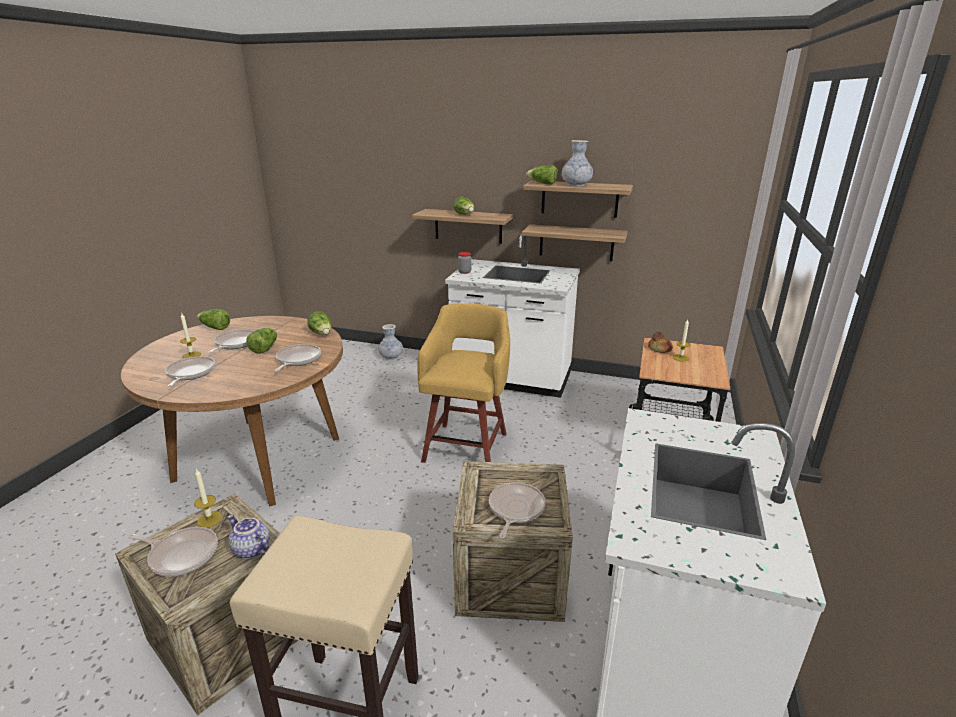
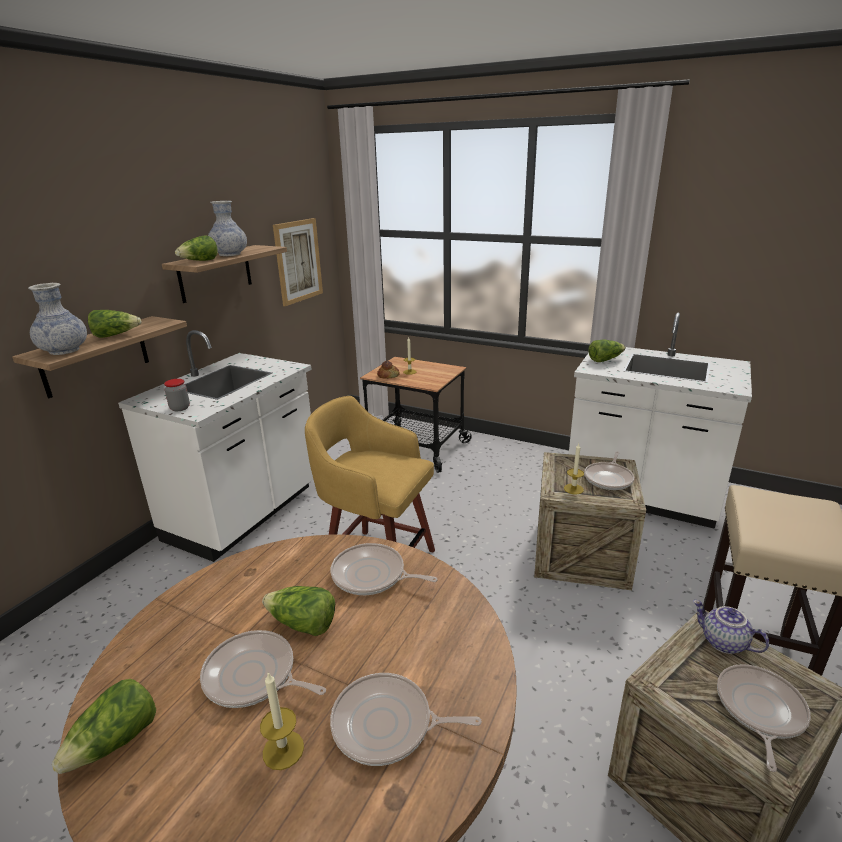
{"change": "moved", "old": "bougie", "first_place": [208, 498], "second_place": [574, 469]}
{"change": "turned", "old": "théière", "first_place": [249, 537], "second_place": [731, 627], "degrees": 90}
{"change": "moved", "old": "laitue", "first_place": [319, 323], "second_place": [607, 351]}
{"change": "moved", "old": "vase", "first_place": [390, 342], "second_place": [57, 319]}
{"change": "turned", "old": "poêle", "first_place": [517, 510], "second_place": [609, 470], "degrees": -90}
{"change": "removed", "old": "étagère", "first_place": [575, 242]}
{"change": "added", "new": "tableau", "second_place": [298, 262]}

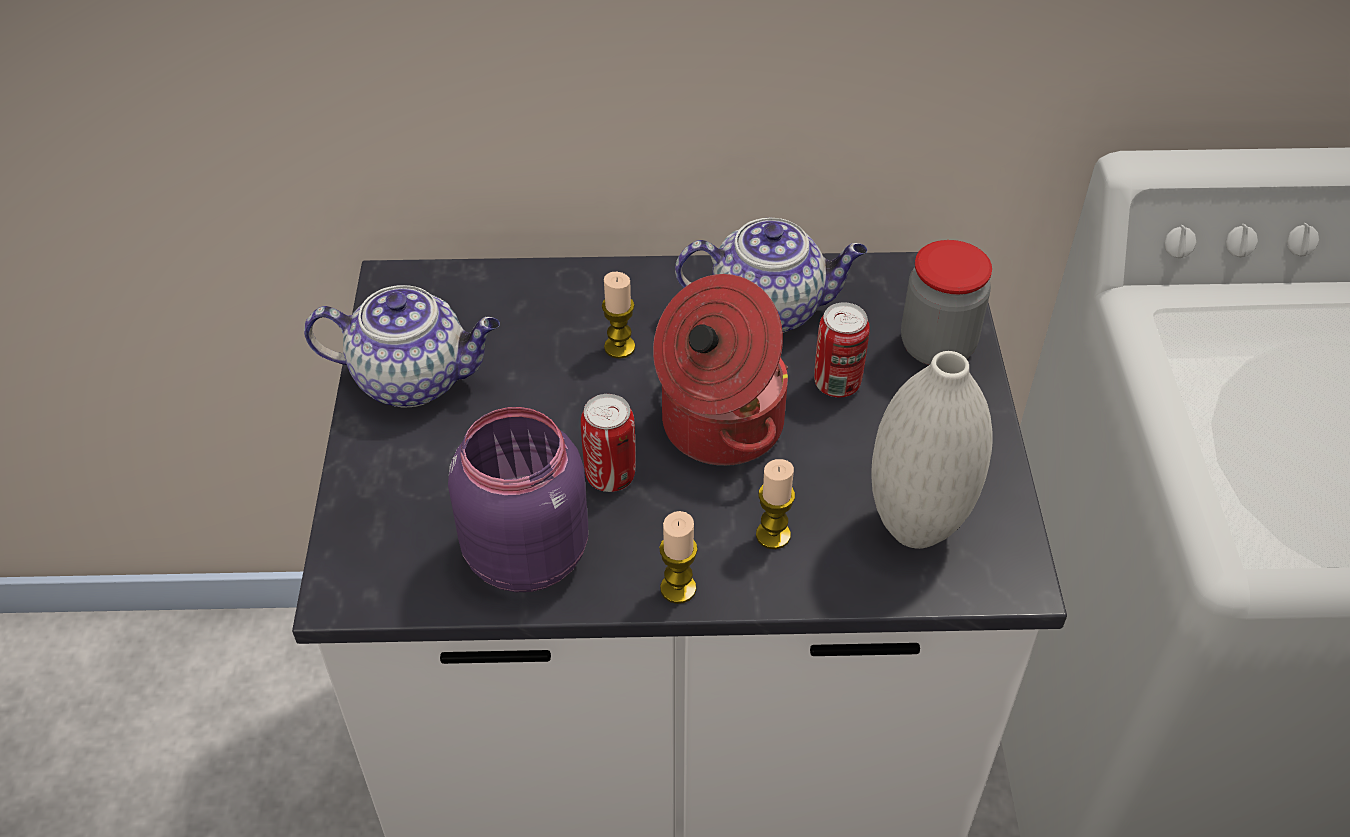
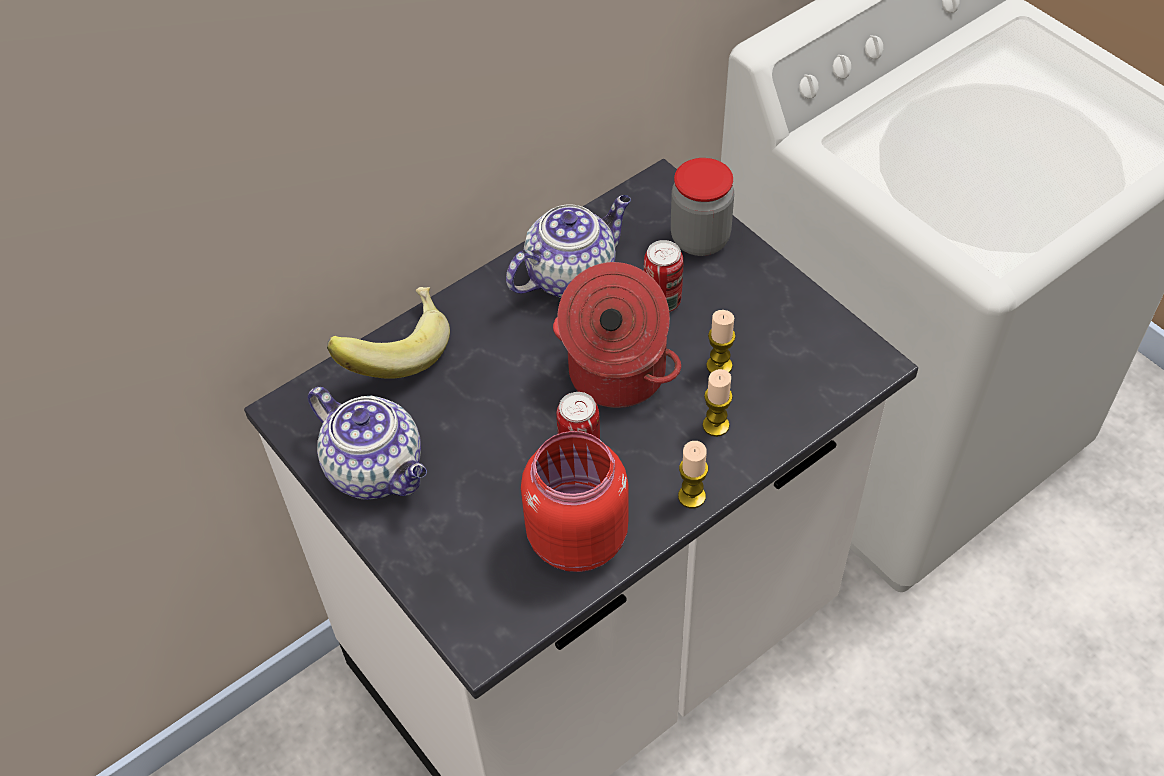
{"change": "turned", "old": "théière", "first_place": [402, 346], "second_place": [367, 443], "degrees": 75}
{"change": "recoloured", "old": "bocal (violet)", "new": "bocal (rouge)", "first_place": [518, 499], "second_place": [575, 501]}
{"change": "moved", "old": "bougie", "first_place": [618, 315], "second_place": [721, 341]}
{"change": "removed", "old": "vase (blanc)", "first_place": [932, 450]}
{"change": "added", "new": "banane", "second_place": [388, 333]}

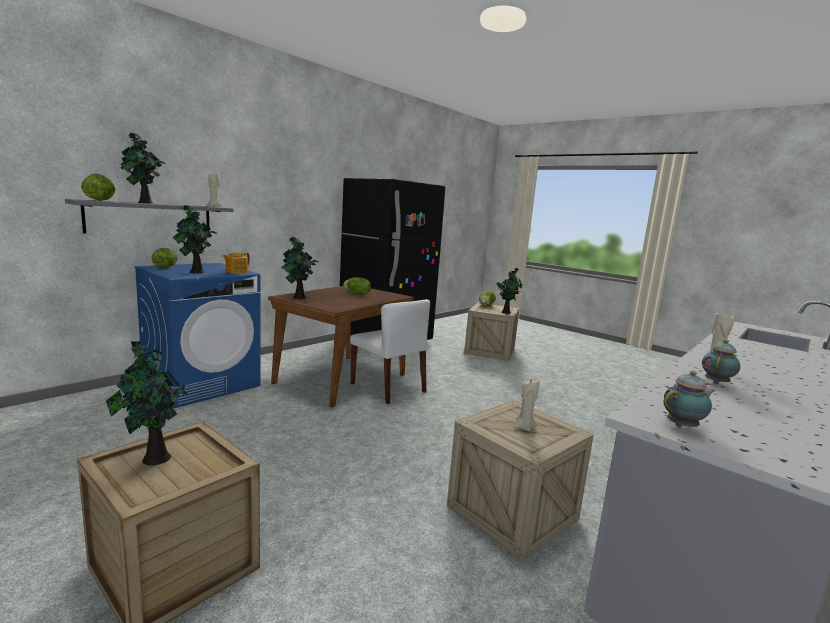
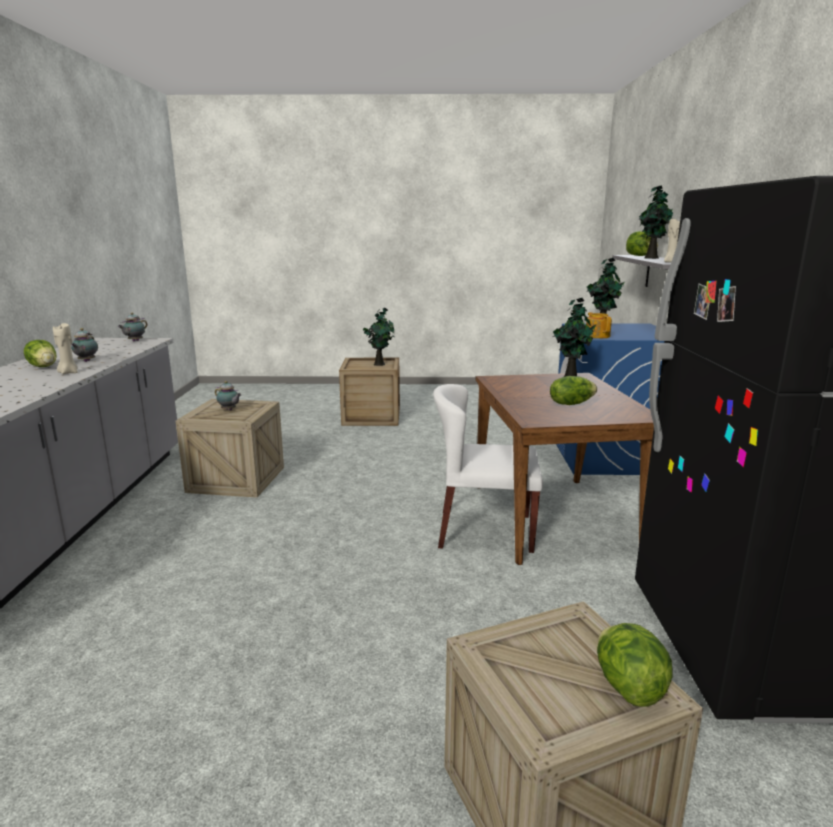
{"change": "moved", "old": "laitue", "first_place": [165, 258], "second_place": [40, 353]}
{"change": "removed", "old": "plante en pot", "first_place": [509, 291]}
{"change": "replaced", "old": "bougie (beige)", "new": "théière", "first_place": [526, 404], "second_place": [228, 395]}

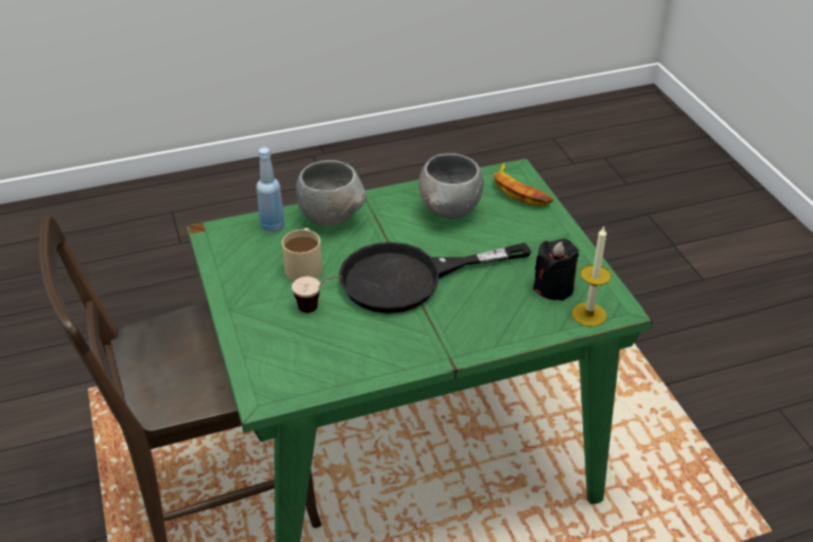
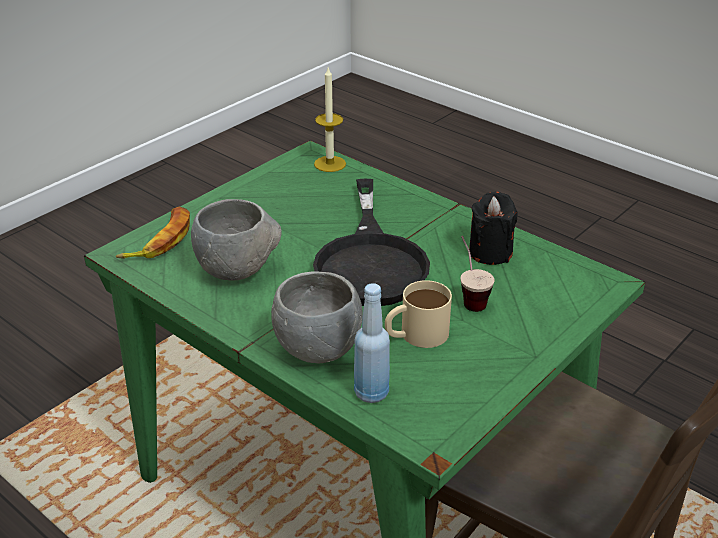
{"change": "turned", "old": "poêle (noir)", "first_place": [435, 278], "second_place": [371, 242], "degrees": 45}
{"change": "moved", "old": "bougie (noir)", "first_place": [556, 269], "second_place": [493, 228]}

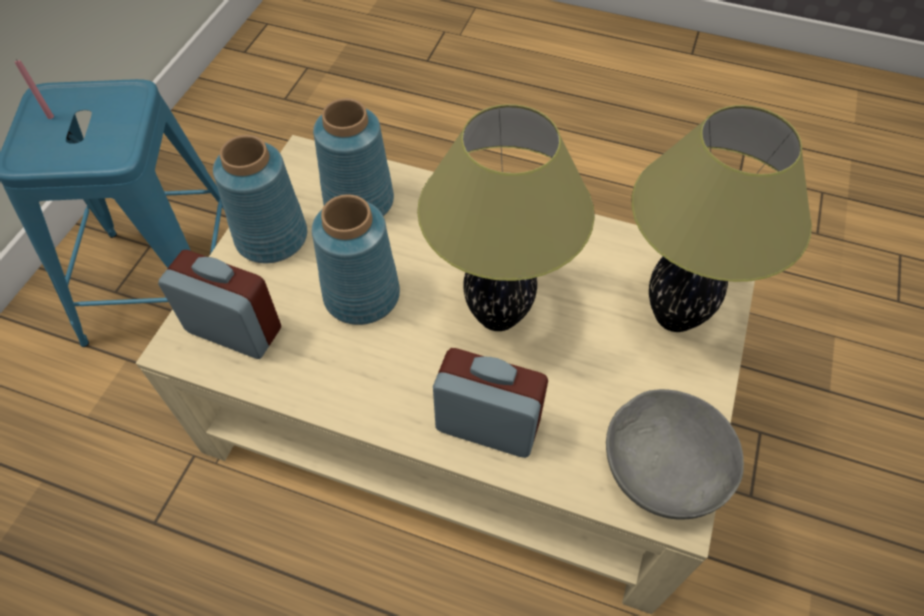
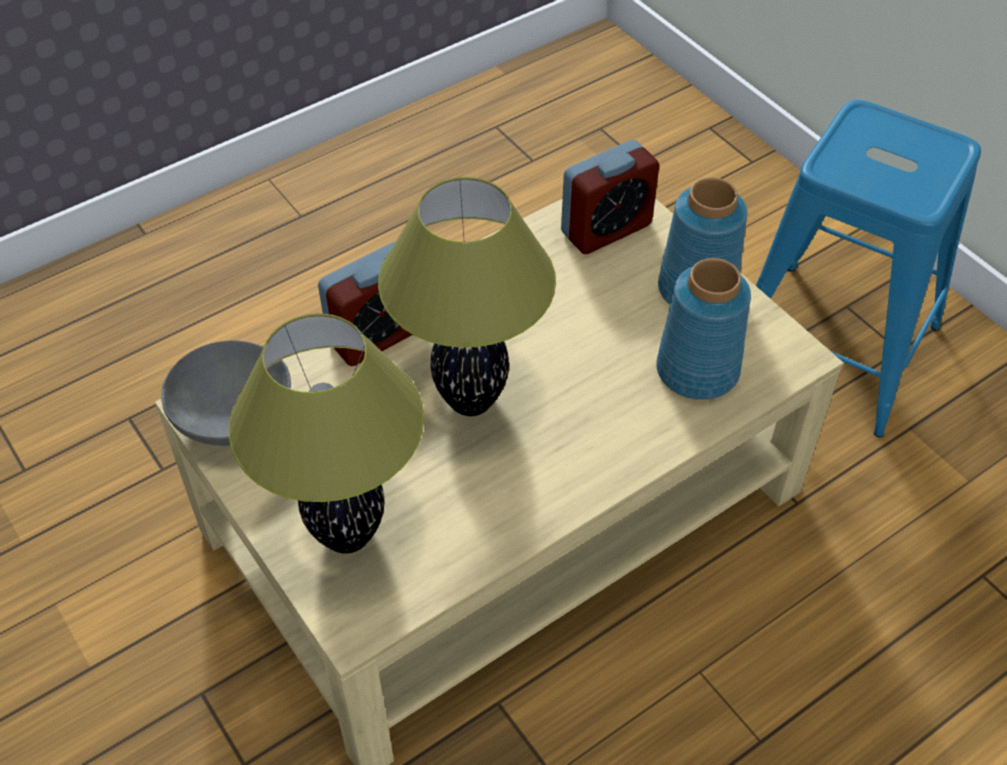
{"change": "removed", "old": "bougie (rose)", "first_place": [34, 89]}
{"change": "removed", "old": "vase (bleu)", "first_place": [356, 259]}

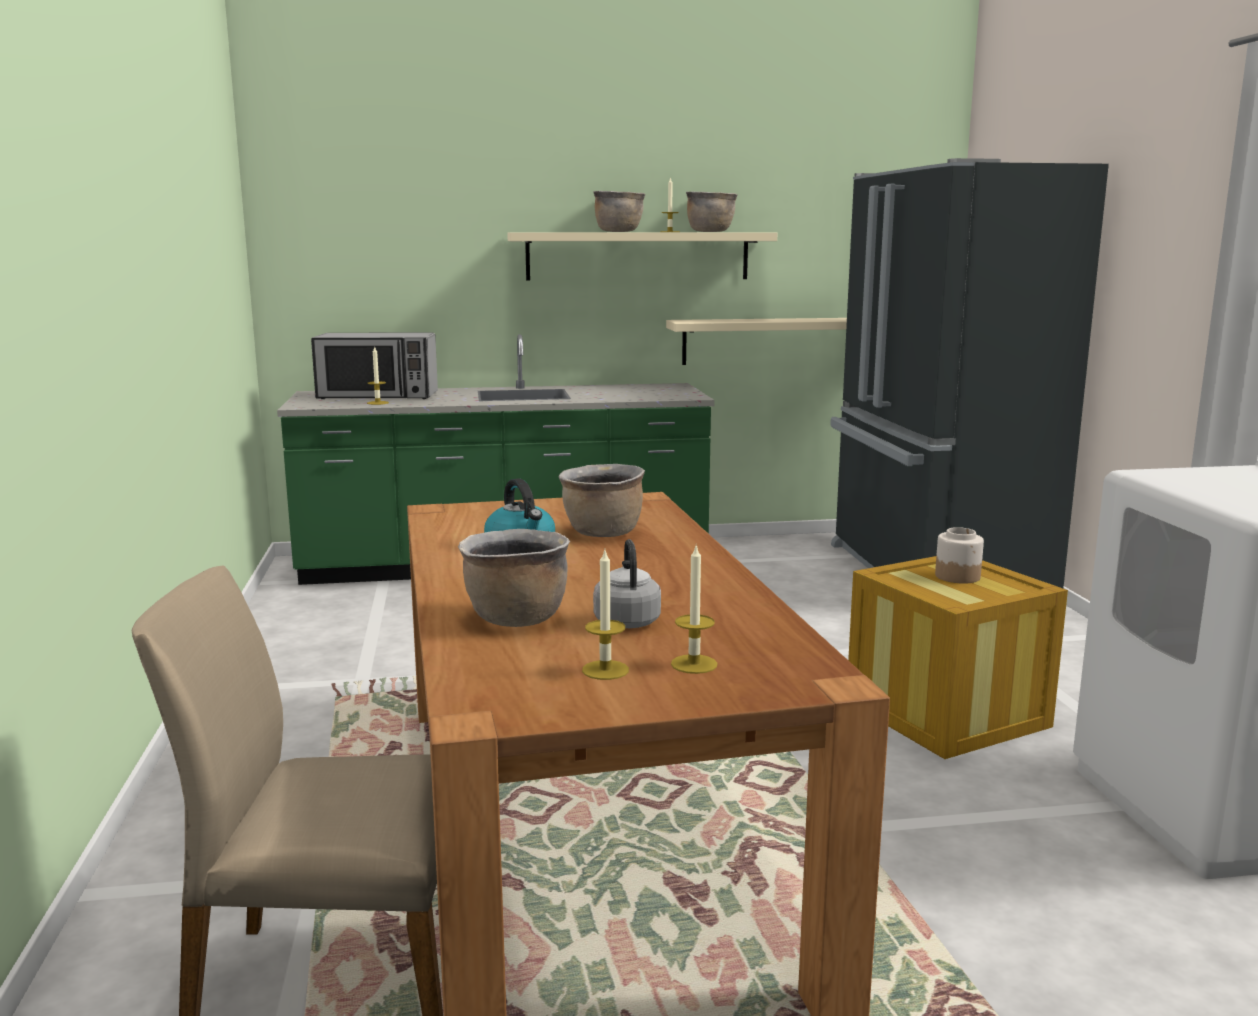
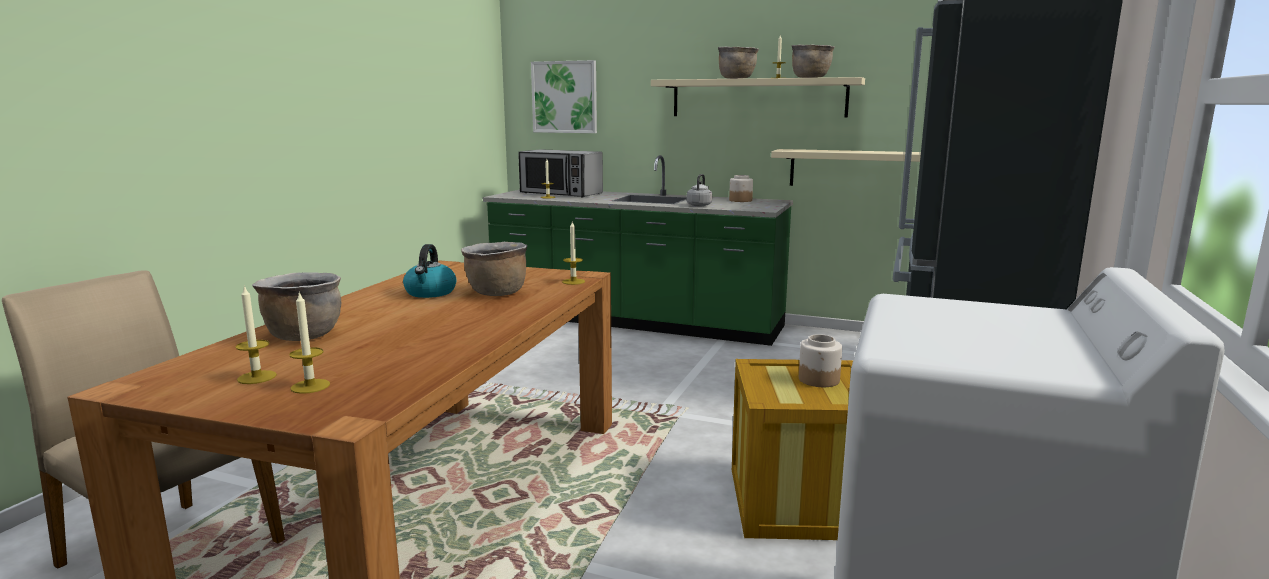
{"change": "moved", "old": "bouilloire (gris)", "first_place": [627, 583], "second_place": [699, 190]}
{"change": "added", "new": "tableau", "second_place": [564, 96]}
{"change": "added", "new": "bougie", "second_place": [573, 252]}
{"change": "added", "new": "bocal", "second_place": [741, 188]}

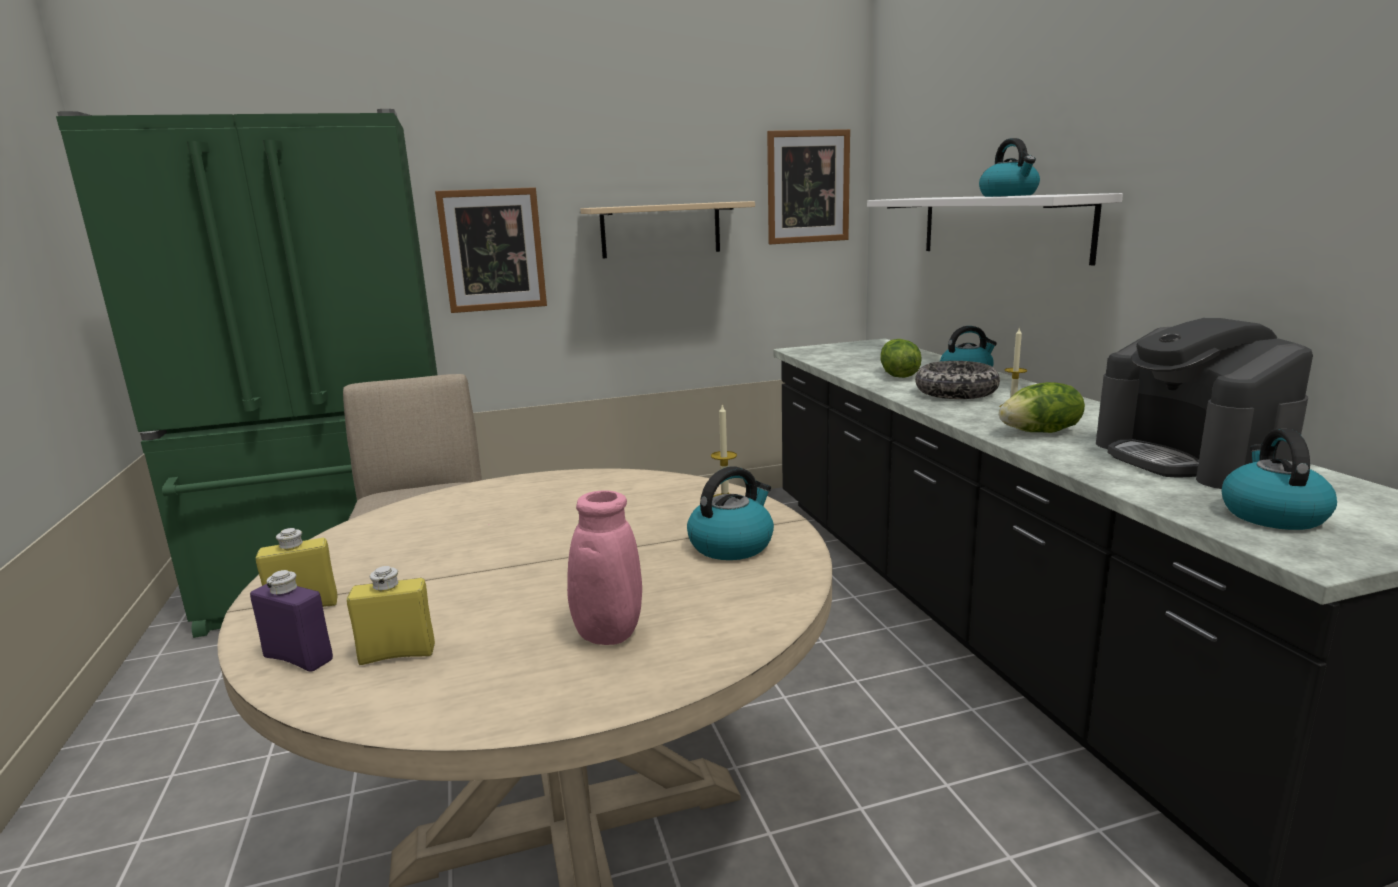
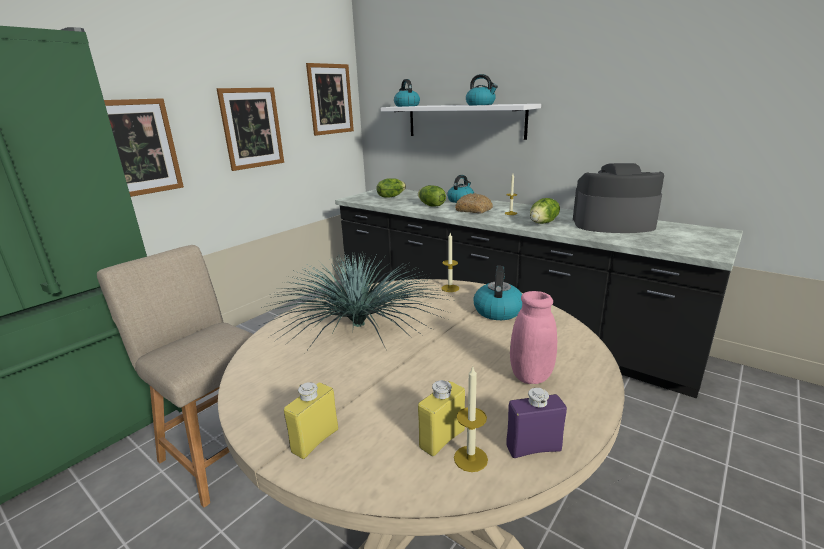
{"change": "moved", "old": "bouteille (violet)", "first_place": [291, 621], "second_place": [536, 423]}
{"change": "replaced", "old": "étagère (beige)", "new": "tableau", "first_place": [667, 230], "second_place": [250, 129]}
{"change": "replaced", "old": "bol", "new": "pain", "first_place": [957, 380], "second_place": [474, 203]}
{"change": "turned", "old": "machine à café", "first_place": [1204, 403], "second_place": [618, 198], "degrees": 150}
{"change": "moved", "old": "bouilloire", "first_place": [1279, 479], "second_place": [407, 93]}
{"change": "added", "new": "plante en pot", "second_place": [356, 301]}
{"change": "added", "new": "laitue", "second_place": [391, 188]}
{"change": "added", "new": "bougie", "second_place": [471, 419]}

